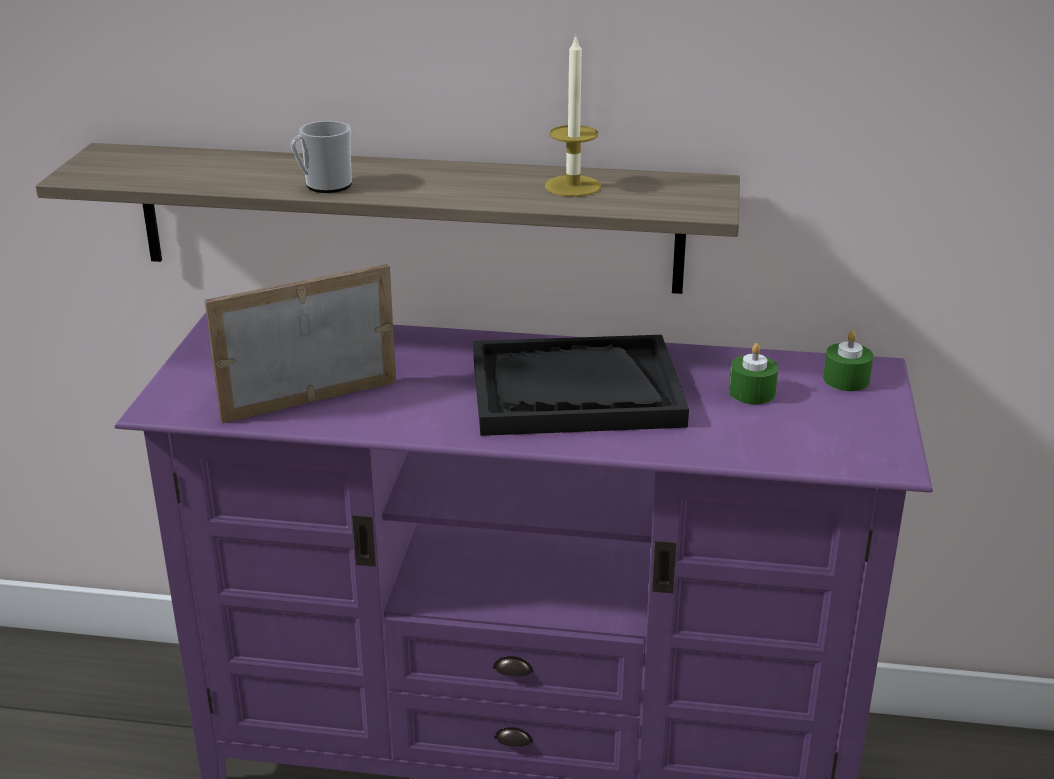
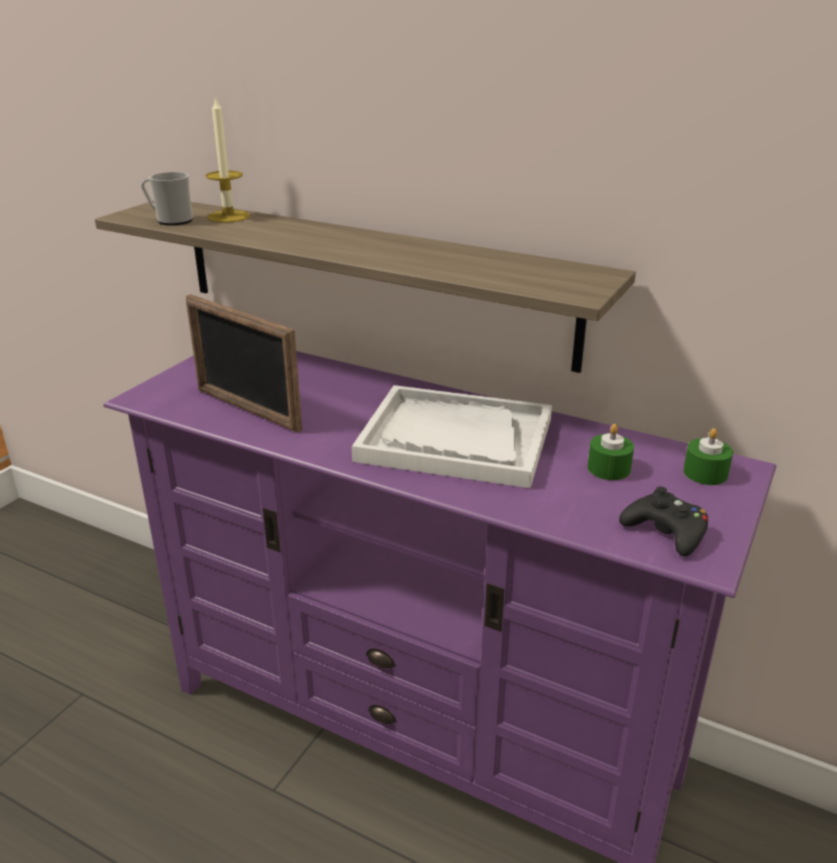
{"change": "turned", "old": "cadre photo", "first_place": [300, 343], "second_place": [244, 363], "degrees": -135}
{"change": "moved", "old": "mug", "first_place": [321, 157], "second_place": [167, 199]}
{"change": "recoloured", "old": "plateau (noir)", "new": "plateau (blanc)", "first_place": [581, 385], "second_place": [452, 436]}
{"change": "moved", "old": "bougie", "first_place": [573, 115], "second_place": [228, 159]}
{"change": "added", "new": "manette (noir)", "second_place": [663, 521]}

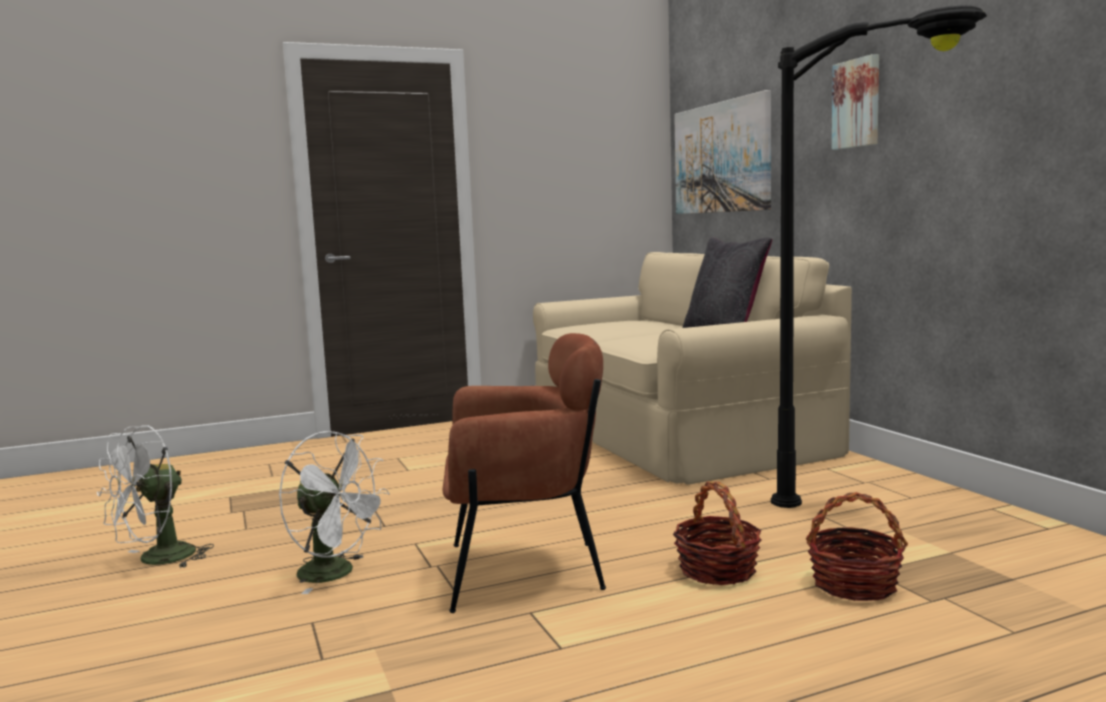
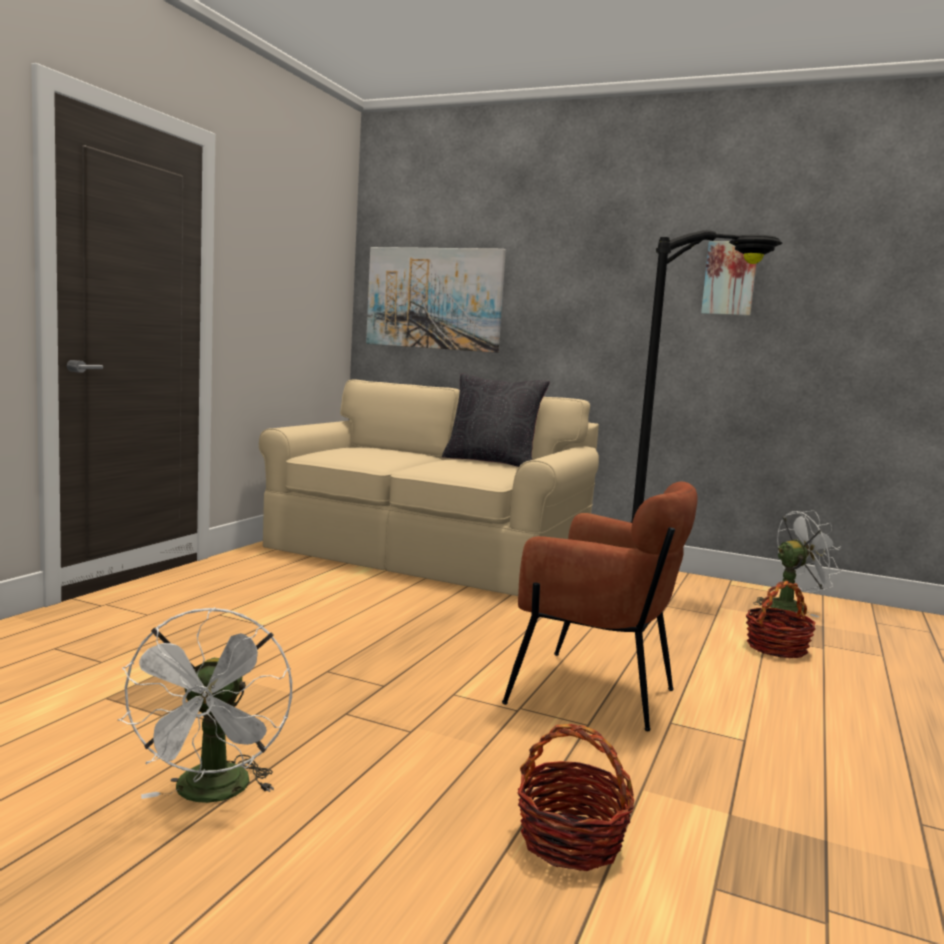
{"change": "moved", "old": "ventilateur (blanc)", "first_place": [334, 512], "second_place": [797, 563]}
{"change": "turned", "old": "fauteuil (marron)", "first_place": [524, 473], "second_place": [599, 606], "degrees": 75}
{"change": "moved", "old": "panier", "first_place": [717, 533], "second_place": [576, 797]}
{"change": "moved", "old": "tableau", "first_place": [855, 102], "second_place": [728, 278]}

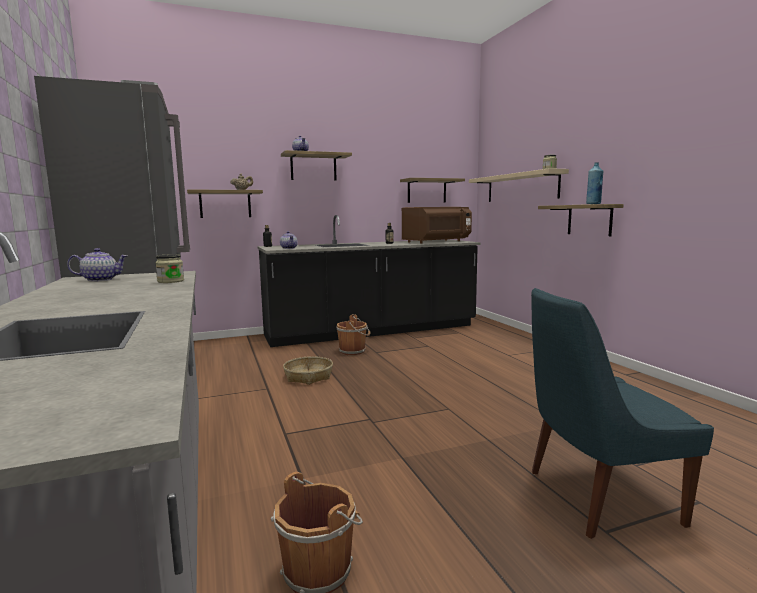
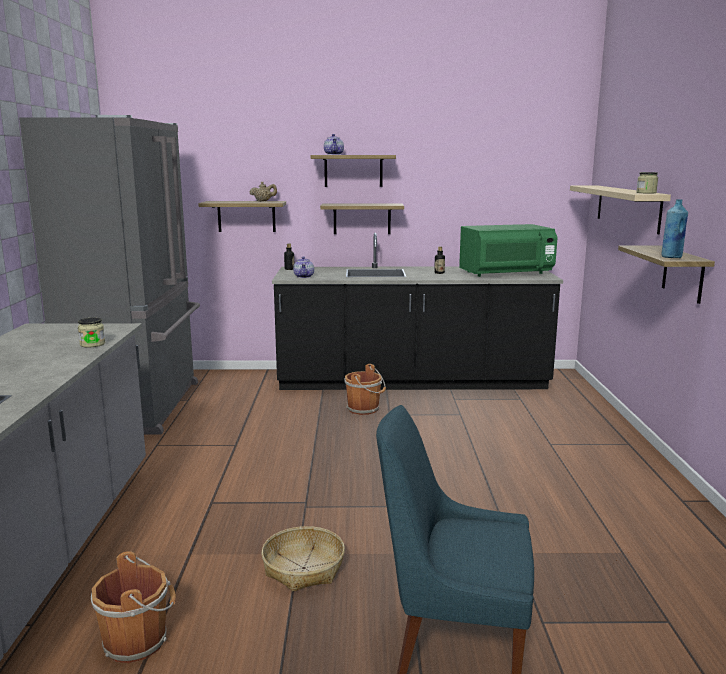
{"change": "removed", "old": "théière", "first_place": [97, 264]}
{"change": "moved", "old": "panier", "first_place": [308, 370], "second_place": [303, 558]}
{"change": "moved", "old": "étagère", "first_place": [432, 190], "second_place": [362, 218]}
{"change": "recoloured", "old": "micro-ondes (marron)", "new": "micro-ondes (vert)", "first_place": [437, 225], "second_place": [508, 250]}

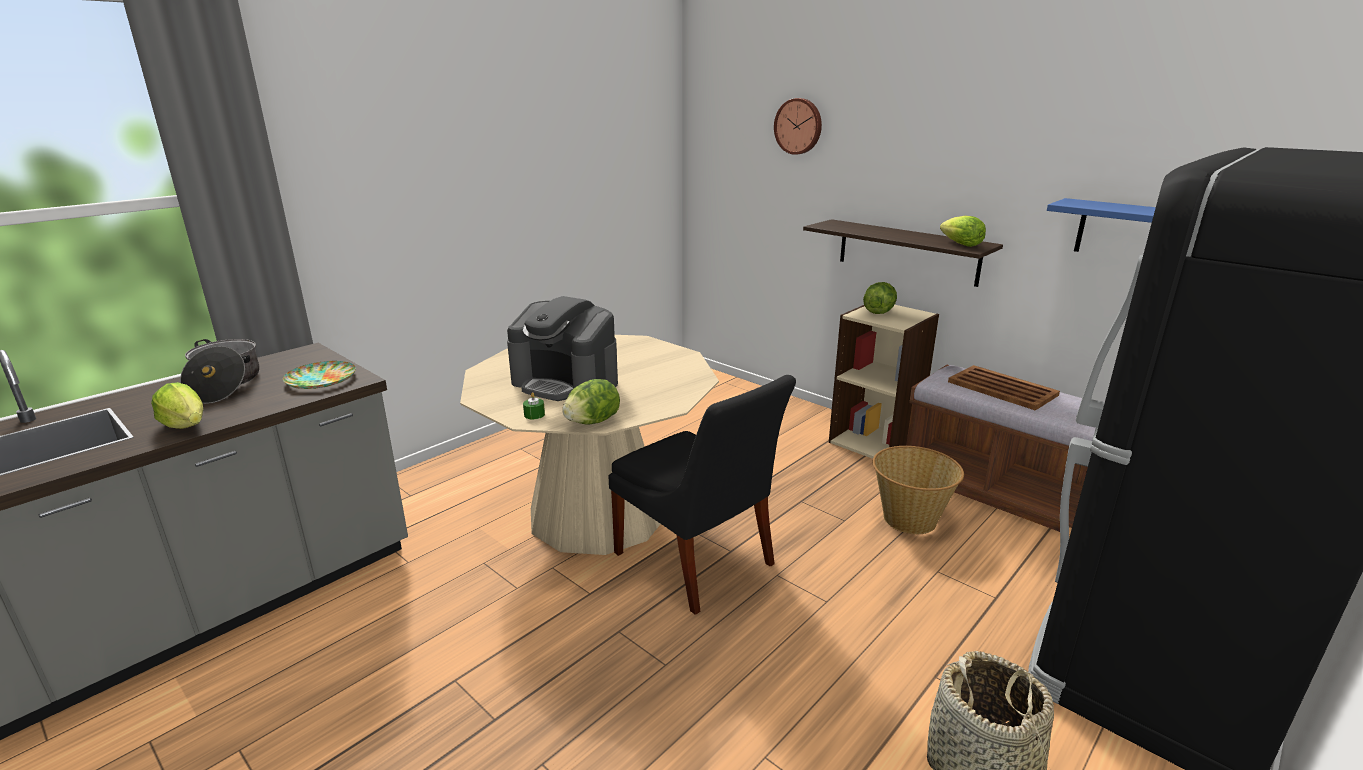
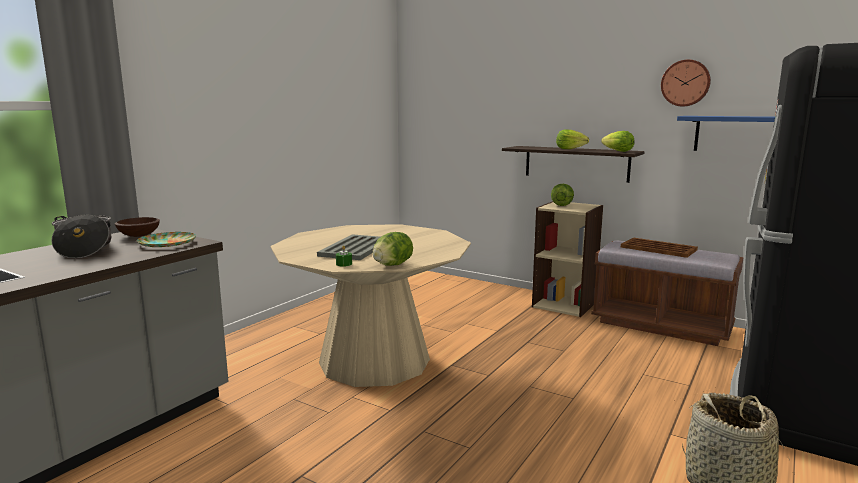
{"change": "moved", "old": "laitue", "first_place": [177, 405], "second_place": [572, 139]}
{"change": "replaced", "old": "machine à café", "new": "plateau (gris)", "first_place": [562, 348], "second_place": [348, 247]}
{"change": "removed", "old": "chaise (noir)", "first_place": [702, 495]}
{"change": "moved", "old": "horloge murale", "first_place": [798, 126], "second_place": [686, 82]}
{"change": "removed", "old": "panier", "first_place": [918, 490]}
{"change": "added", "new": "bol (marron)", "second_place": [137, 227]}

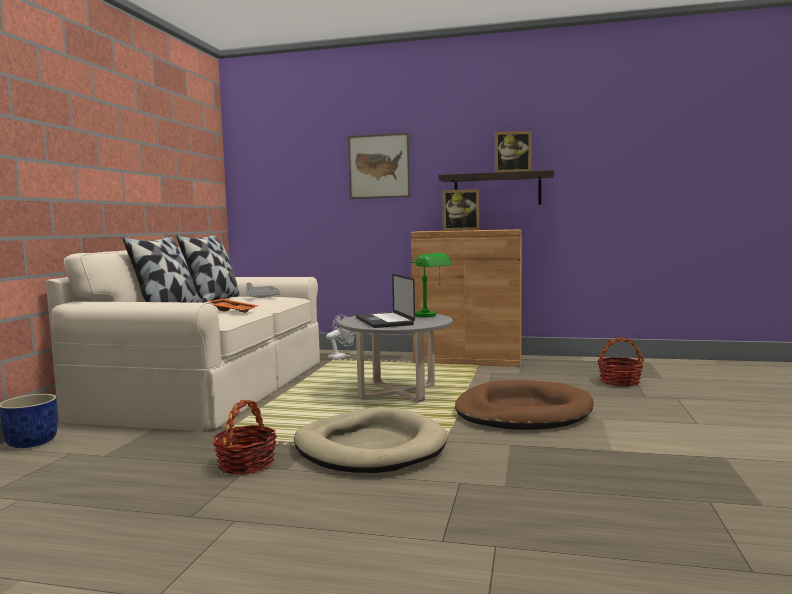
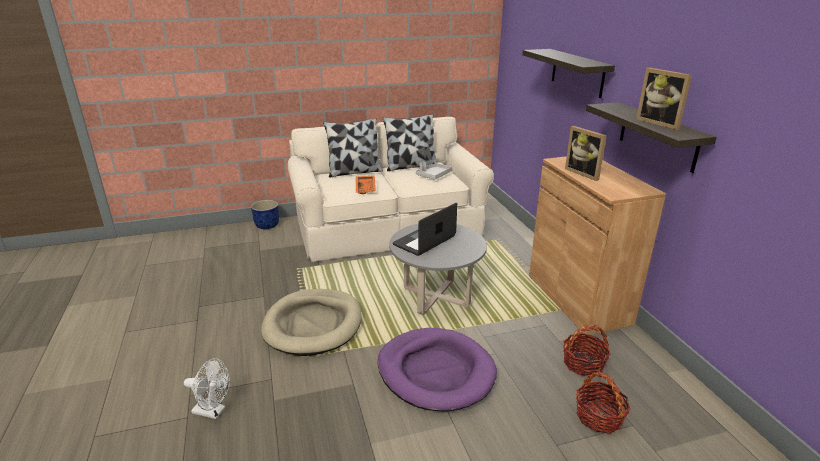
{"change": "moved", "old": "panier", "first_place": [245, 437], "second_place": [587, 350]}
{"change": "moved", "old": "ventilateur (blanc)", "first_place": [341, 337], "second_place": [207, 388]}
{"change": "replaced", "old": "tableau", "new": "étagère", "first_place": [379, 166], "second_place": [568, 73]}
{"change": "removed", "old": "lampe de table (vert)", "first_place": [430, 285]}
{"change": "recoloured", "old": "panier pour chien (marron)", "new": "panier pour chien (violet)", "first_place": [524, 405], "second_place": [437, 370]}

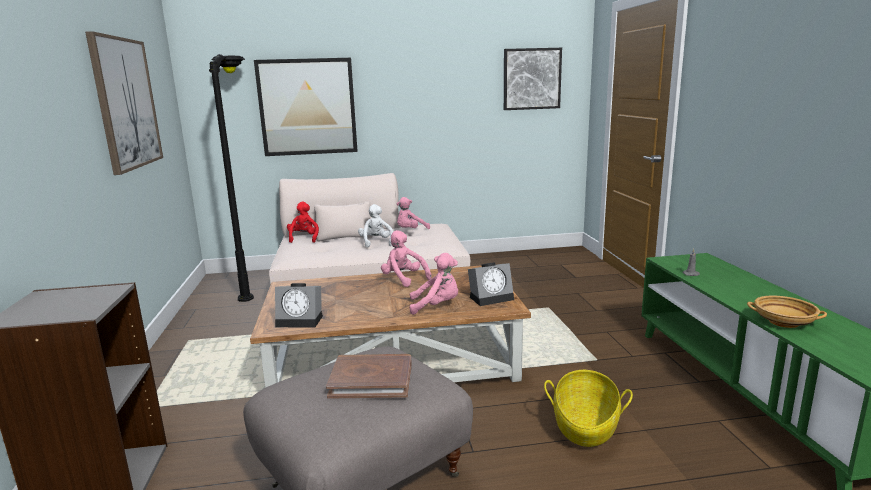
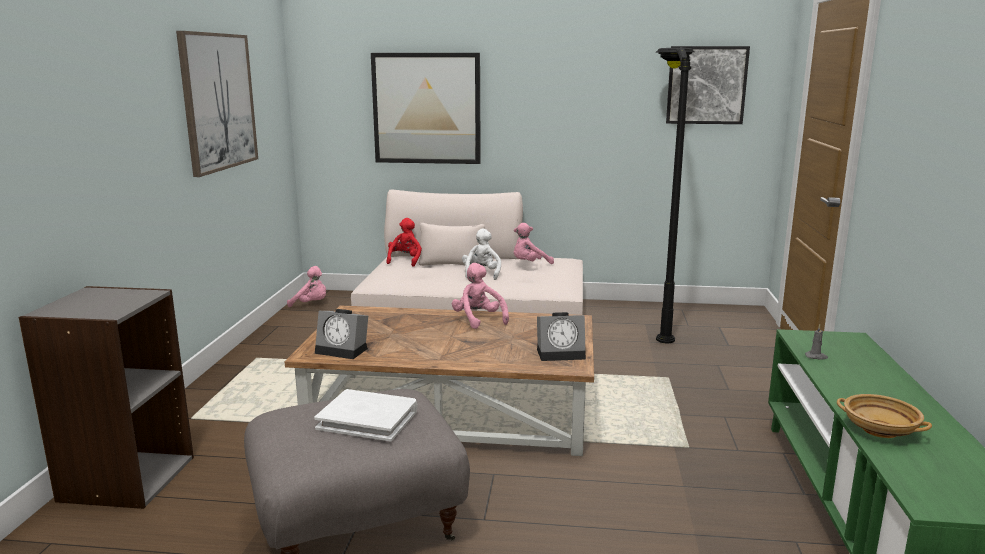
{"change": "moved", "old": "lampadaire (noir)", "first_place": [231, 178], "second_place": [675, 195]}
{"change": "recoloured", "old": "livre (marron)", "new": "livre (blanc)", "first_place": [369, 376], "second_place": [366, 415]}
{"change": "moved", "old": "peluche (rose)", "first_place": [433, 284], "second_place": [306, 286]}
{"change": "removed", "old": "panier", "first_place": [588, 408]}

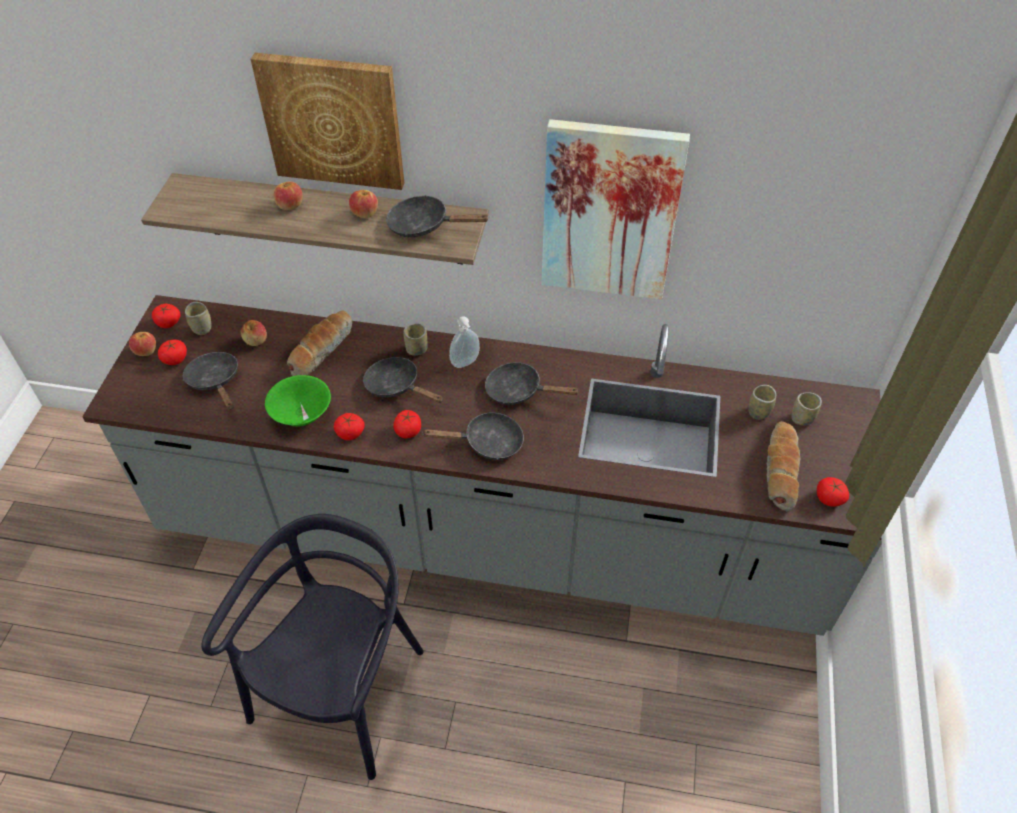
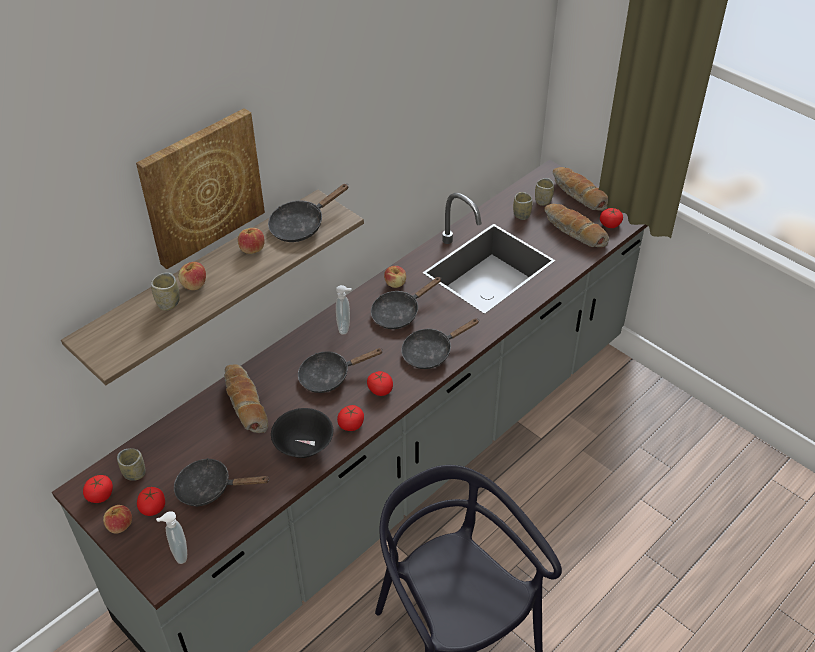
{"change": "moved", "old": "pomme", "first_place": [254, 333], "second_place": [395, 277]}
{"change": "recoloured", "old": "bol (vert)", "new": "bol (noir)", "first_place": [298, 401], "second_place": [302, 433]}
{"change": "moved", "old": "tasse", "first_place": [415, 339], "second_place": [165, 291]}
{"change": "turned", "old": "poêle (noir)", "first_place": [473, 436], "second_place": [440, 343], "degrees": -150}
{"change": "removed", "old": "tableau", "first_place": [615, 209]}
{"change": "added", "new": "distributeur de savon", "second_place": [171, 537]}
{"change": "added", "new": "pain", "second_place": [580, 189]}

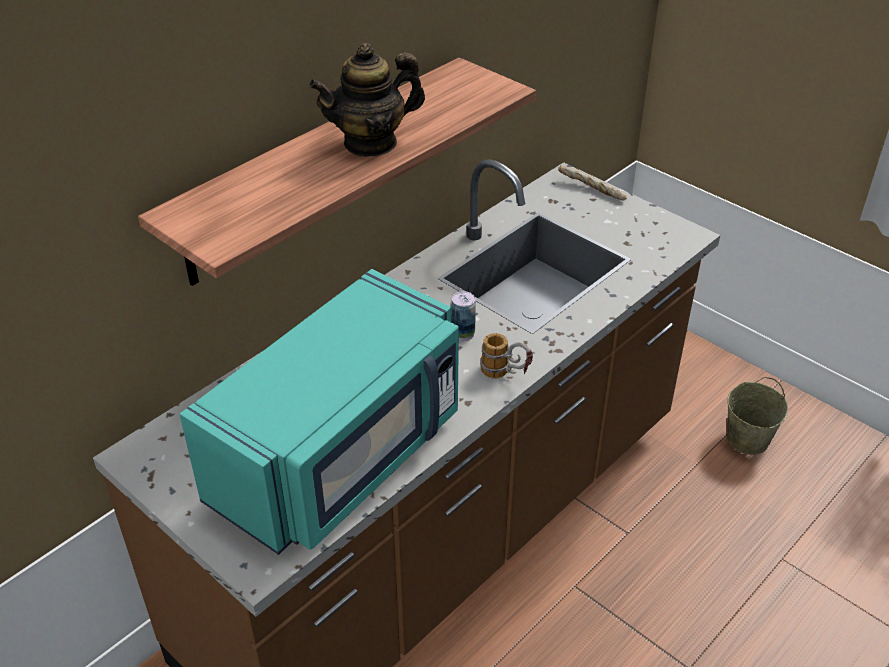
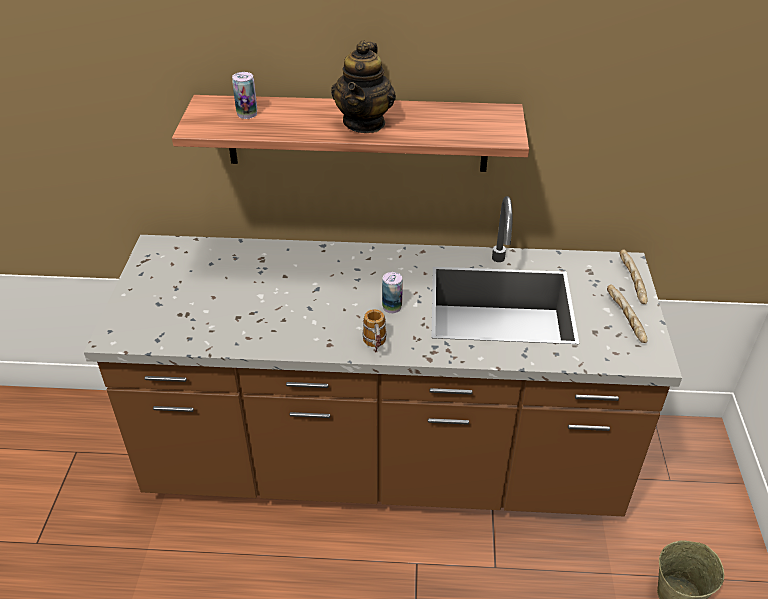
{"change": "removed", "old": "micro-ondes (turquoise)", "first_place": [319, 412]}
{"change": "turned", "old": "théière", "first_place": [367, 100], "second_place": [363, 86], "degrees": -105}
{"change": "added", "new": "boîte métallique", "second_place": [244, 95]}
{"change": "added", "new": "pain", "second_place": [627, 313]}

